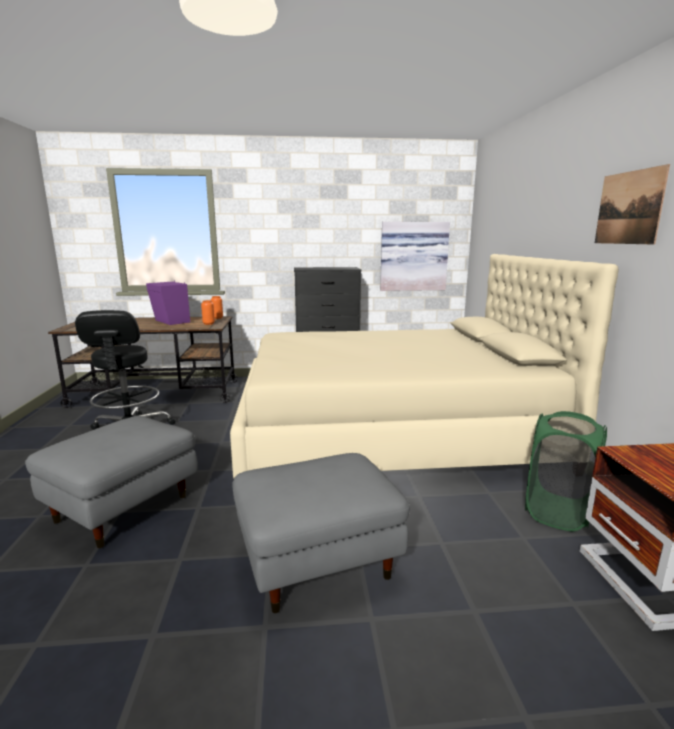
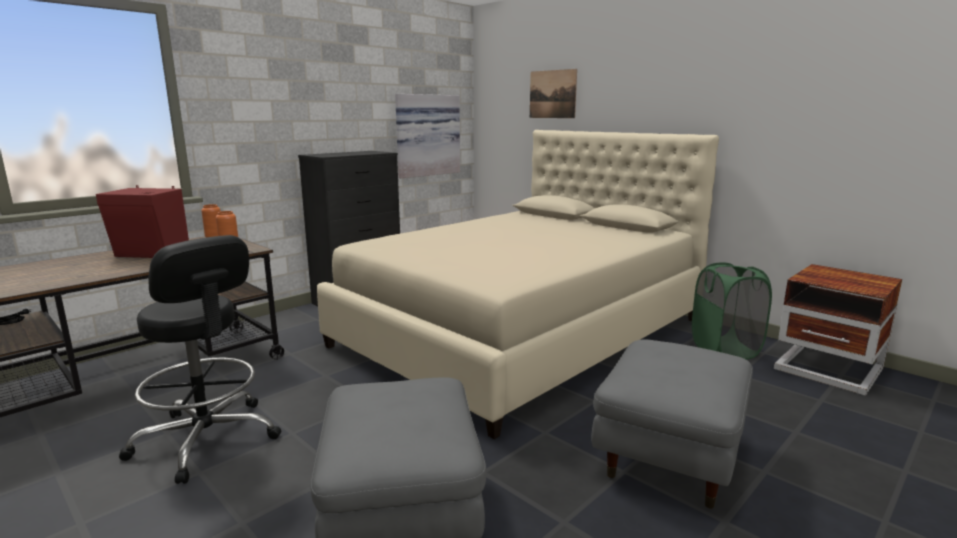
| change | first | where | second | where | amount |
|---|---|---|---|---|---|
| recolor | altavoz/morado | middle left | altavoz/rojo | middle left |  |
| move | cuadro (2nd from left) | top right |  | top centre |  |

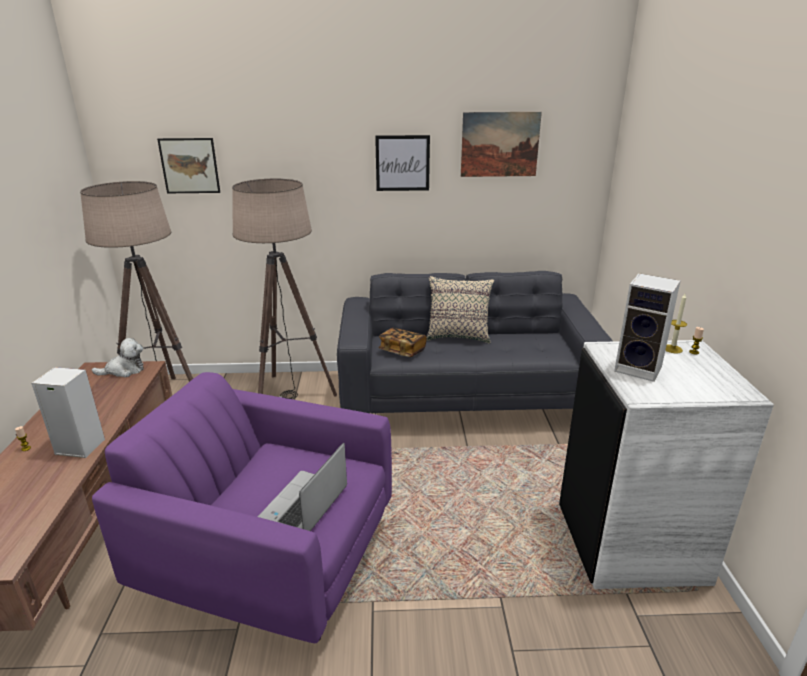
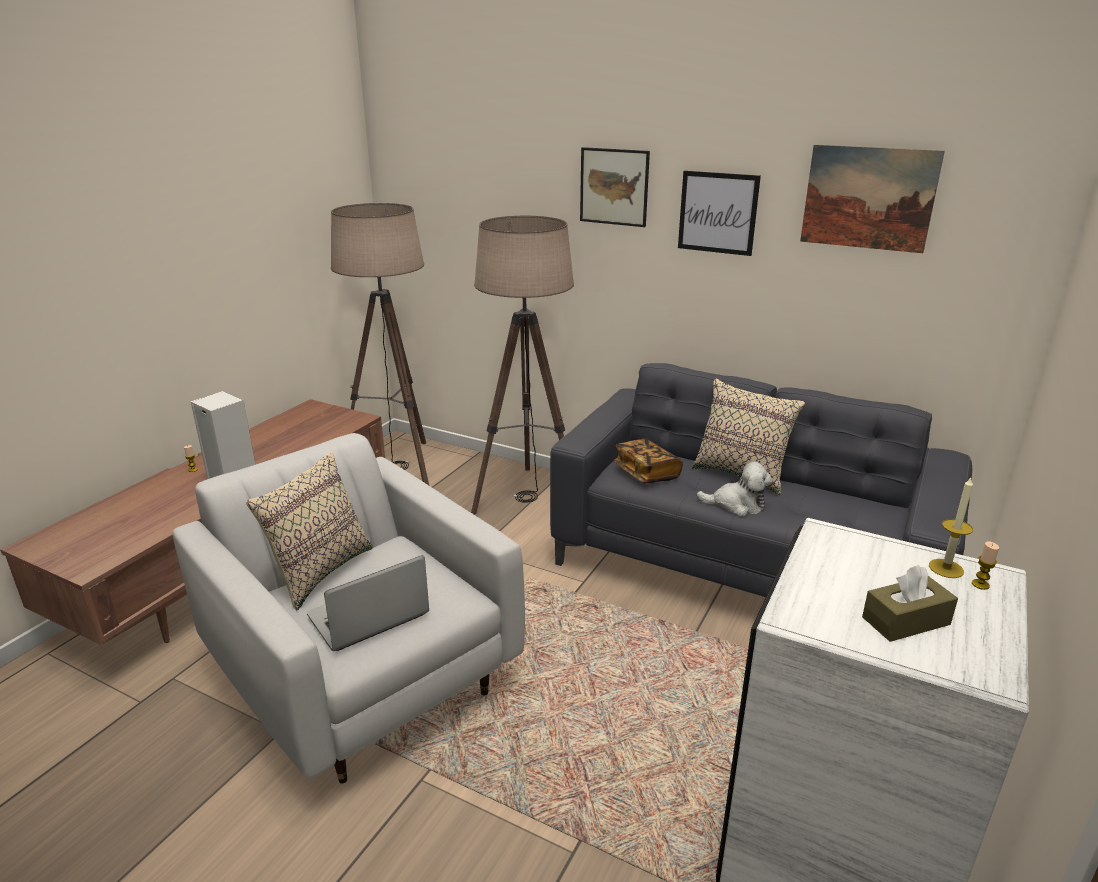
| change | first | where | second | where | amount |
|---|---|---|---|---|---|
| recolor | sillón/morado | bottom left | sillón/blanco | bottom left |  |
| insert |  |  | cojín/beis (1st from left) | middle left |  |
| move | cuadro (1st from left) | top left |  | top centre |  |
| move | peluche | middle left |  | middle right |  |
| insert |  |  | caja de pañuelos/marrón | bottom right |  |
| delete | altavoz (2nd from left) | middle right |  |  |  |

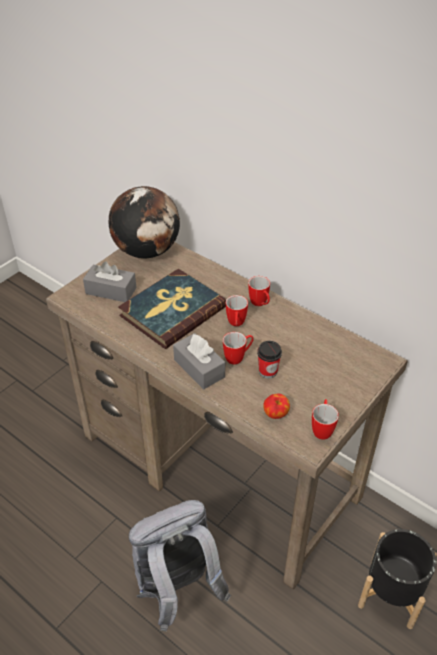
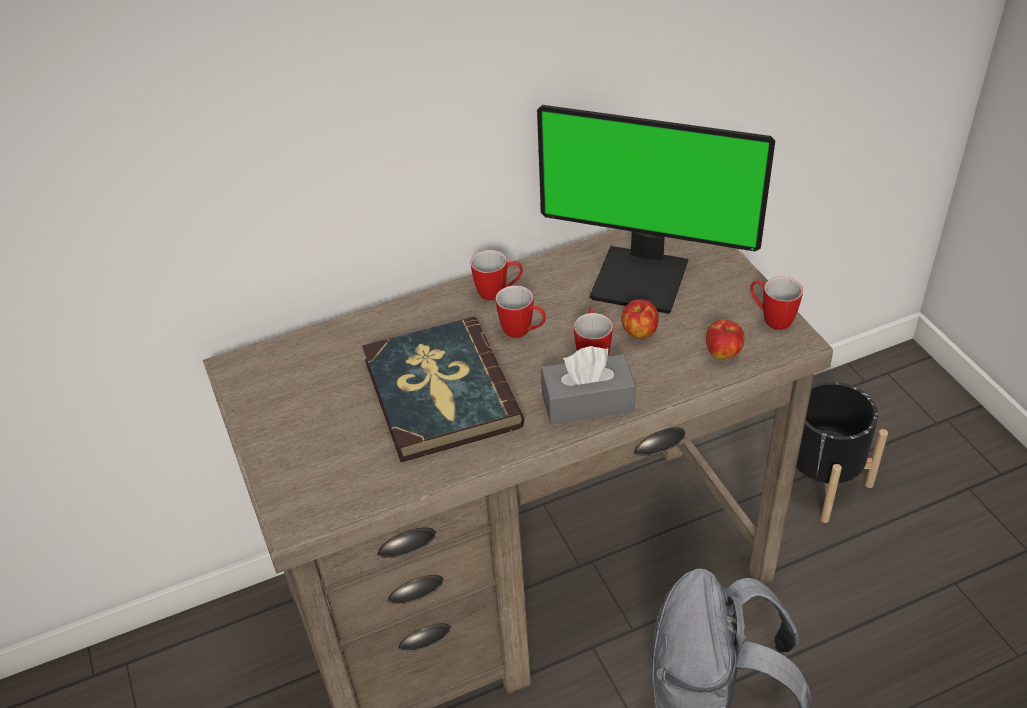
| change | first | where | second | where | amount |
|---|---|---|---|---|---|
| insert |  |  | monitor | top centre |  |
| replace | taza | centre | manzana (1st from left) | centre |  |
| delete | caja de pañuelos/gris (1st from left) | middle left |  |  |  |
| delete | globo terráqueo | middle left |  |  |  |

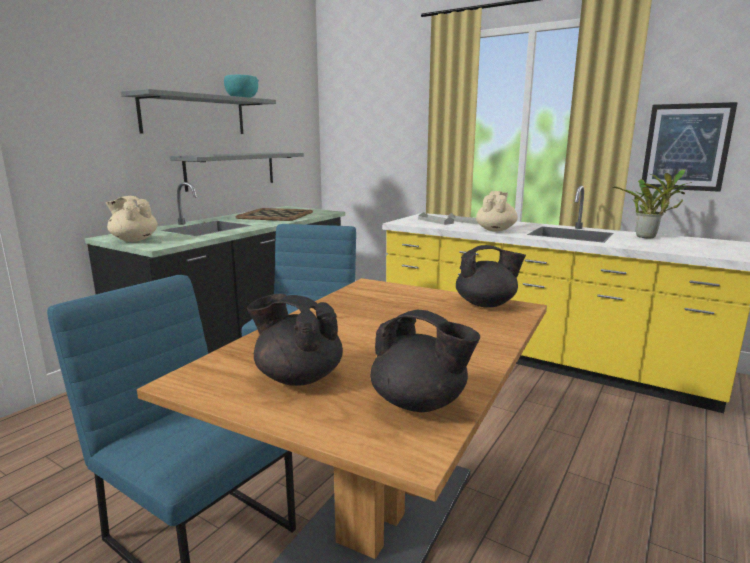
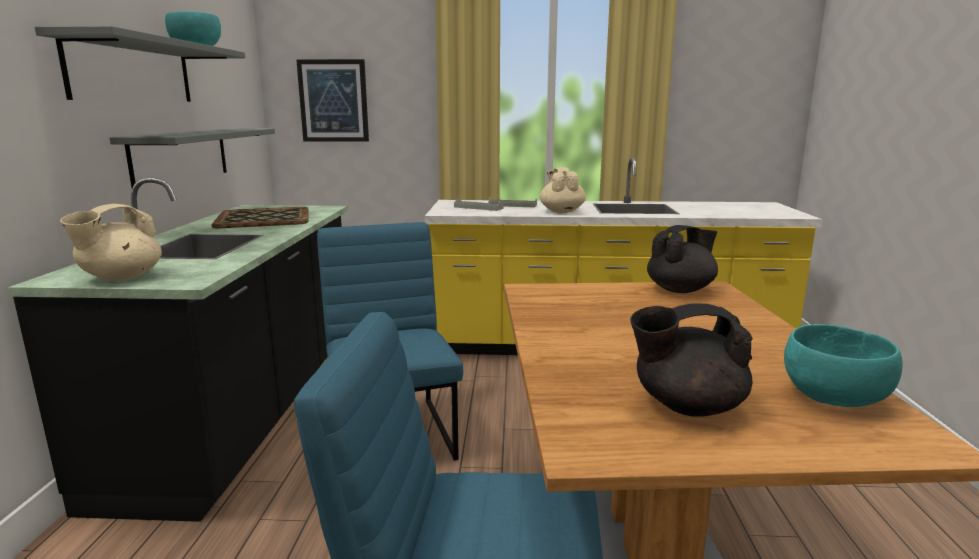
| change | first | where | second | where | amount |
|---|---|---|---|---|---|
| rotate | tetera/beis (1st from left) | middle left |  | middle left | 60 degrees counterclockwise |
| move | cuadro | top right |  | top centre |  |
| replace | tetera/negro (2nd from left) | centre | cuenco/turquesa (2nd from left) | middle right |  |
| delete | planta en maceta | middle right |  |  |  |

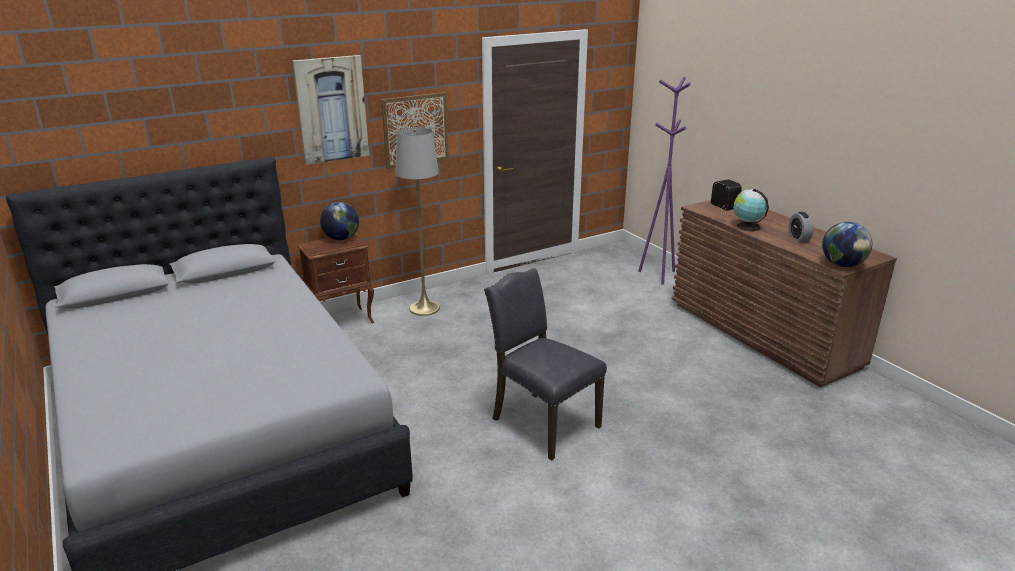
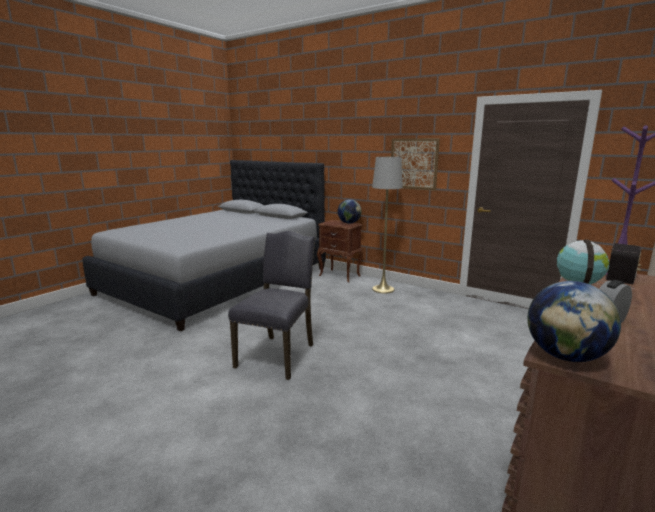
| change | first | where | second | where | amount |
|---|---|---|---|---|---|
| delete | cuadro (1st from left) | top left |  |  |  |

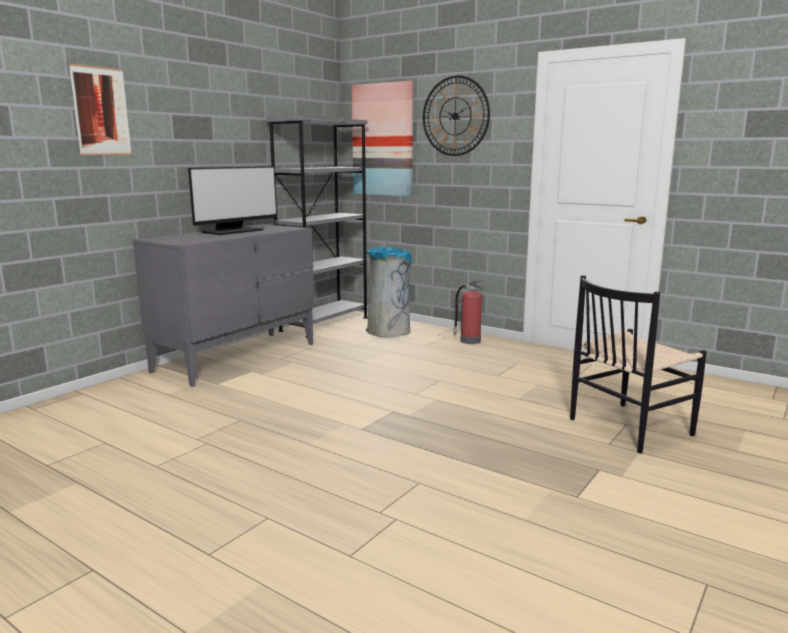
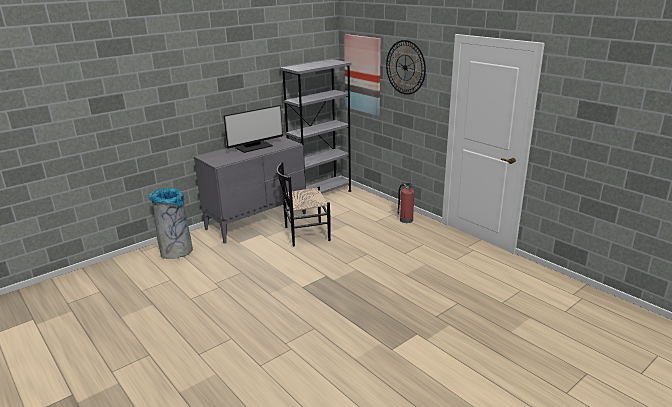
| change | first | where | second | where | amount |
|---|---|---|---|---|---|
| move | papelera/gris | centre |  | middle left |  |
| move | silla/negro | middle right |  | centre |  |
| delete | cuadro (1st from left) | top left |  |  |  |

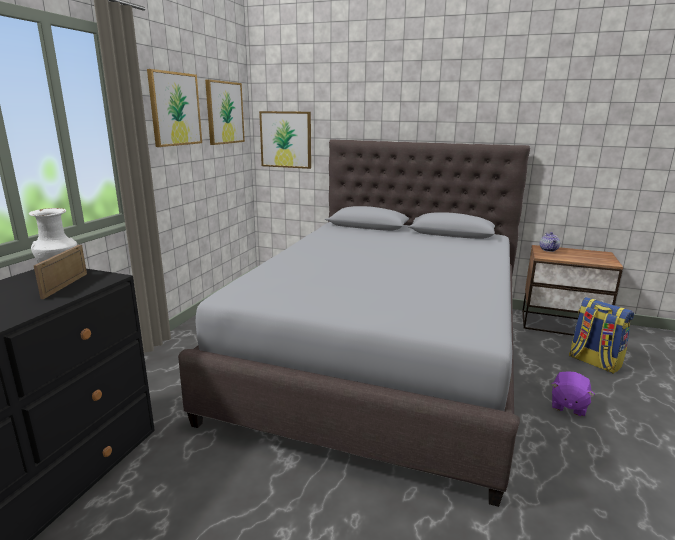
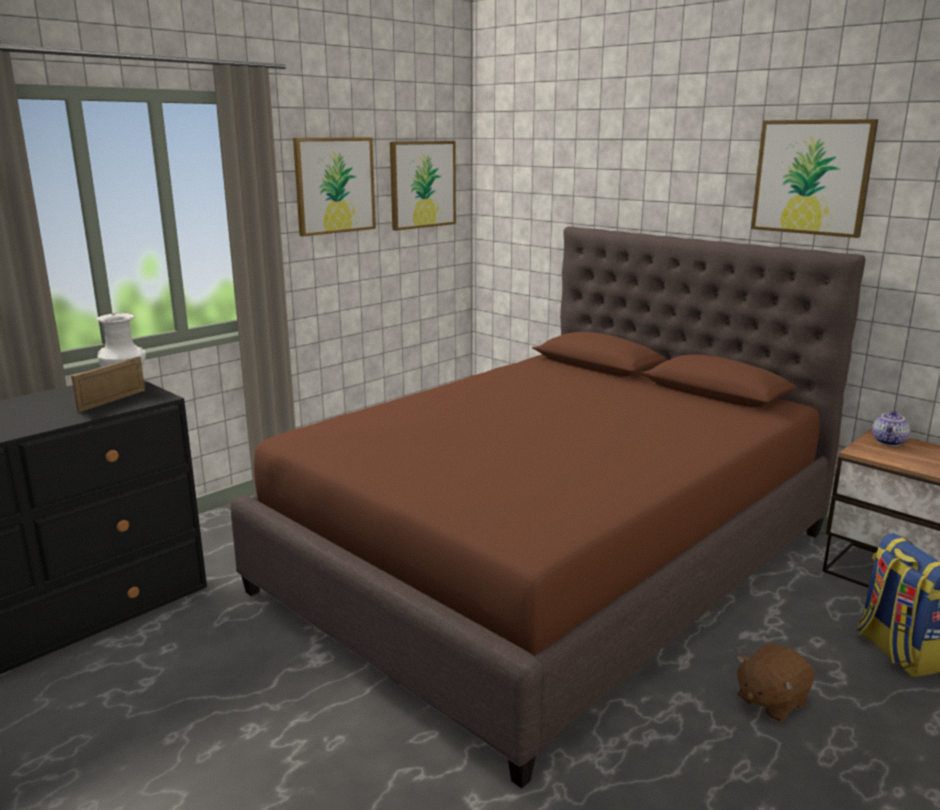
| change | first | where | second | where | amount |
|---|---|---|---|---|---|
| recolor | cama/gris | centre | cama/marrón | centre |  |
| recolor | peluche/morado | bottom right | peluche/marrón | bottom right |  |
| move | cuadro (3rd from left) | top centre |  | top right |  |

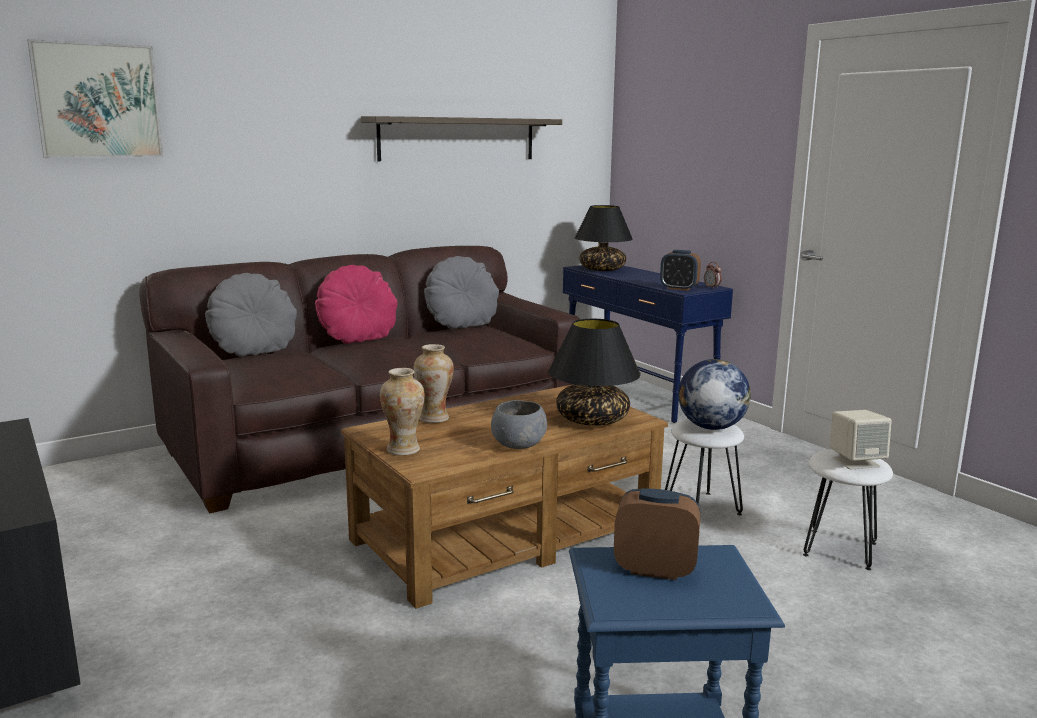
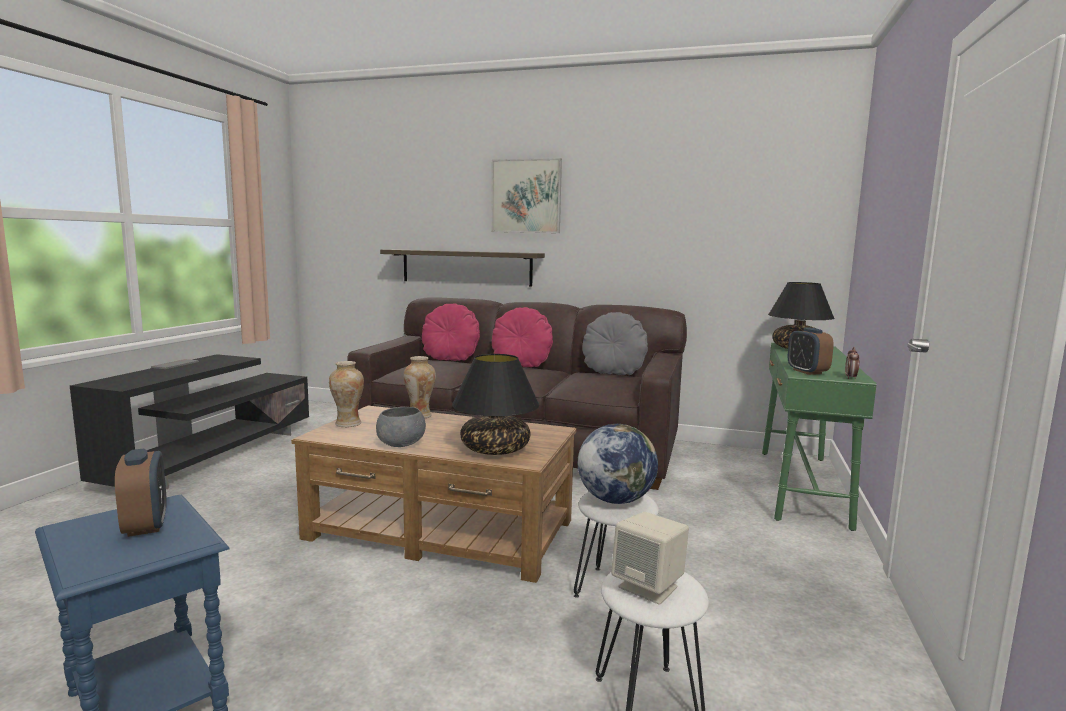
| change | first | where | second | where | amount |
|---|---|---|---|---|---|
| move | estante | top centre |  | centre |  |
| recolor | cojín/gris (1st from left) | middle left | cojín/rosa (1st from left) | centre |  |
| move | cuadro | top left |  | top centre |  |
| recolor | mesa consola/azul | centre | mesa consola/verde | middle right |  |

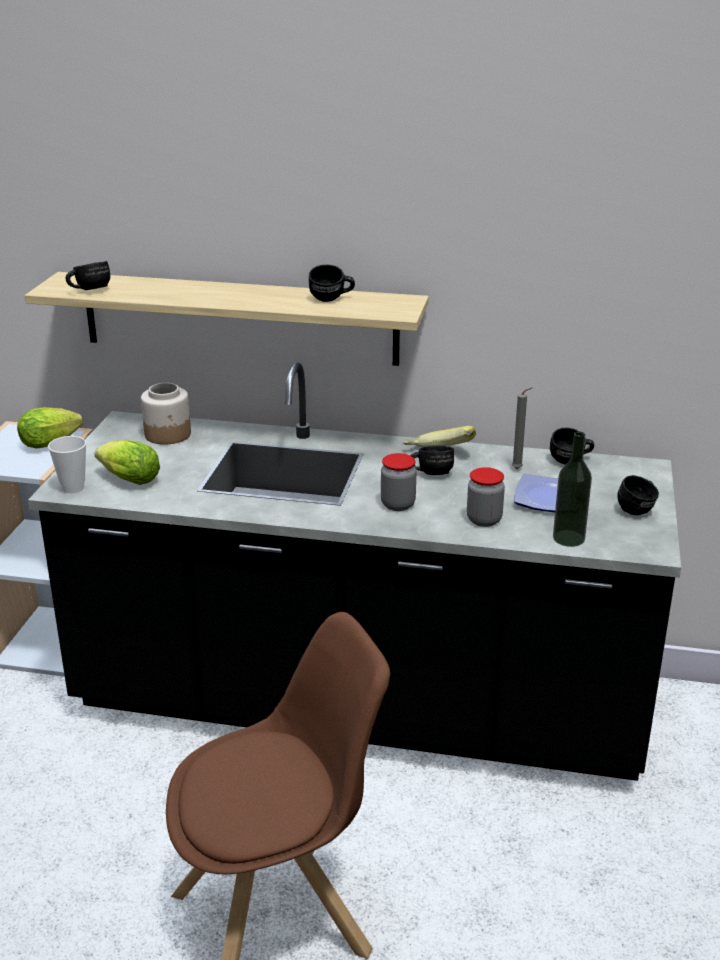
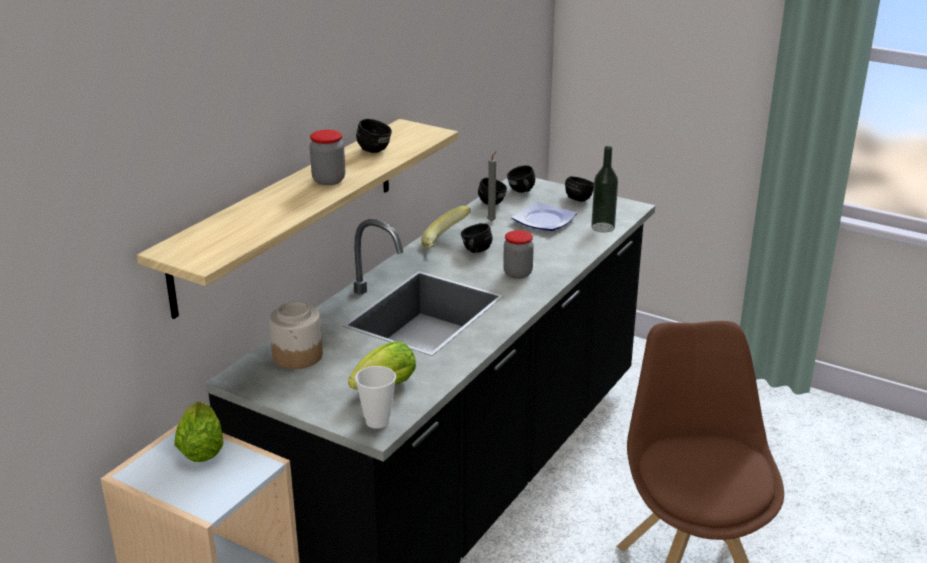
| change | first | where | second | where | amount |
|---|---|---|---|---|---|
| move | tarro (3rd from left in the first image) | middle right | tarro (2nd from left) | top centre |  |
| move | taza grande/negro (1st from left in the first image) | top left | taza grande/negro (4th from left) | top centre |  |

